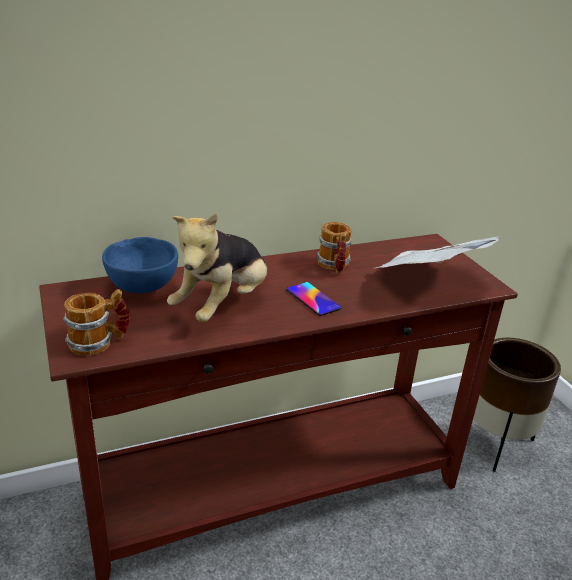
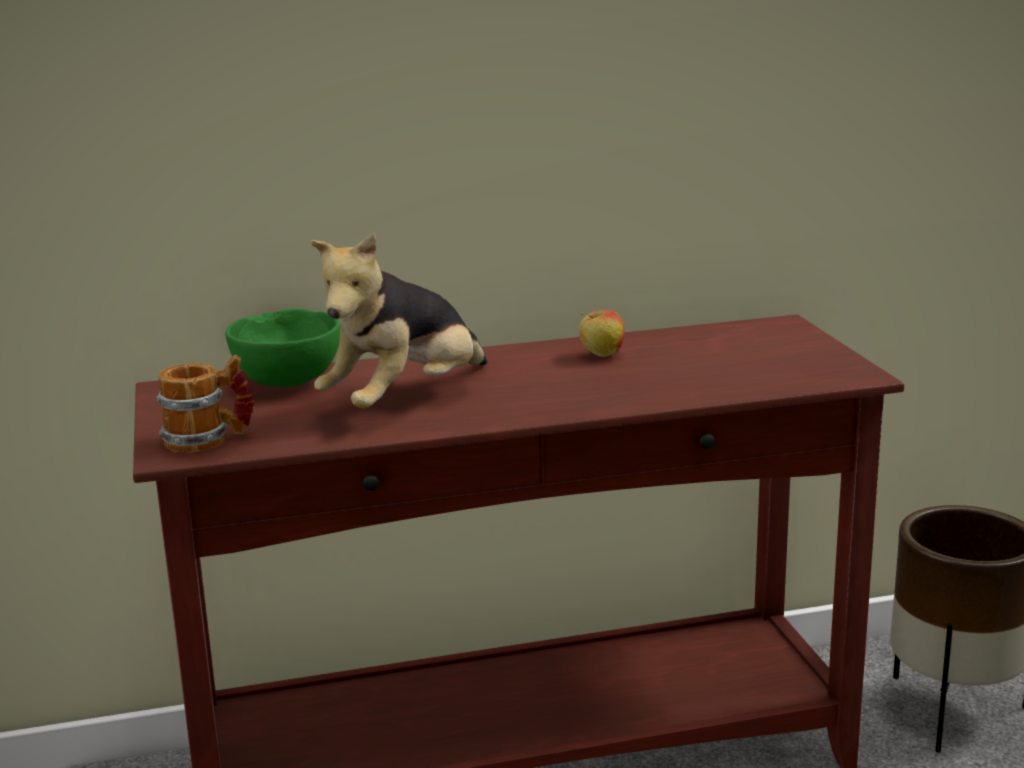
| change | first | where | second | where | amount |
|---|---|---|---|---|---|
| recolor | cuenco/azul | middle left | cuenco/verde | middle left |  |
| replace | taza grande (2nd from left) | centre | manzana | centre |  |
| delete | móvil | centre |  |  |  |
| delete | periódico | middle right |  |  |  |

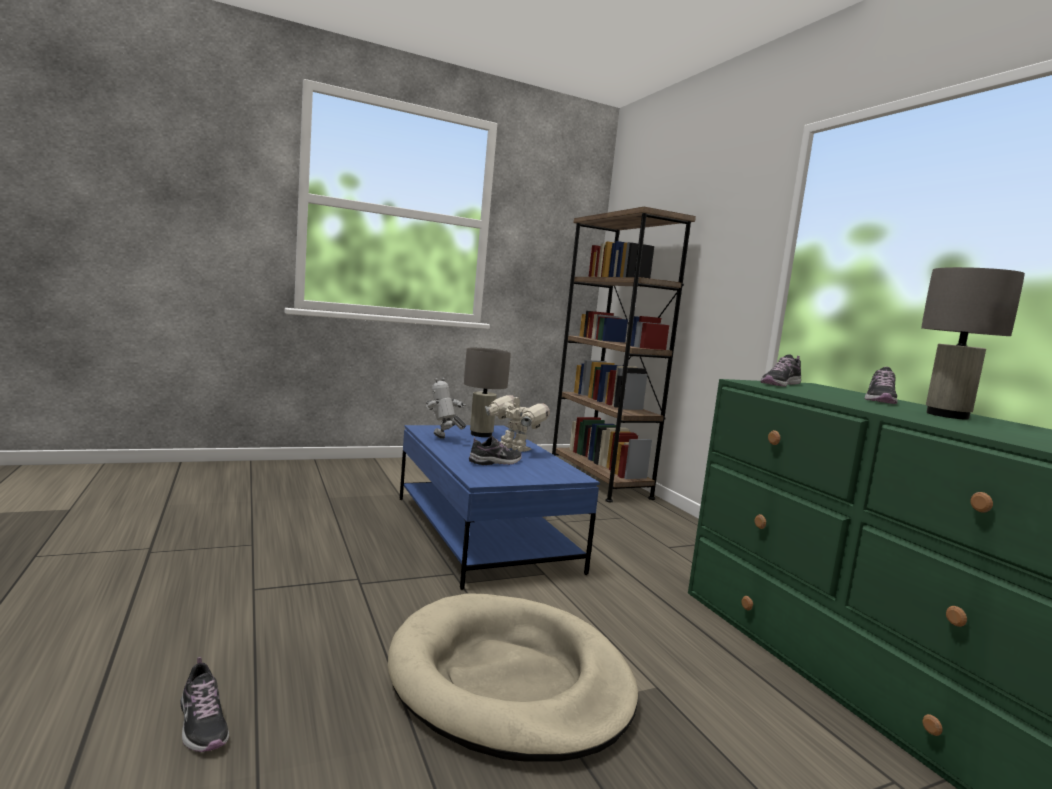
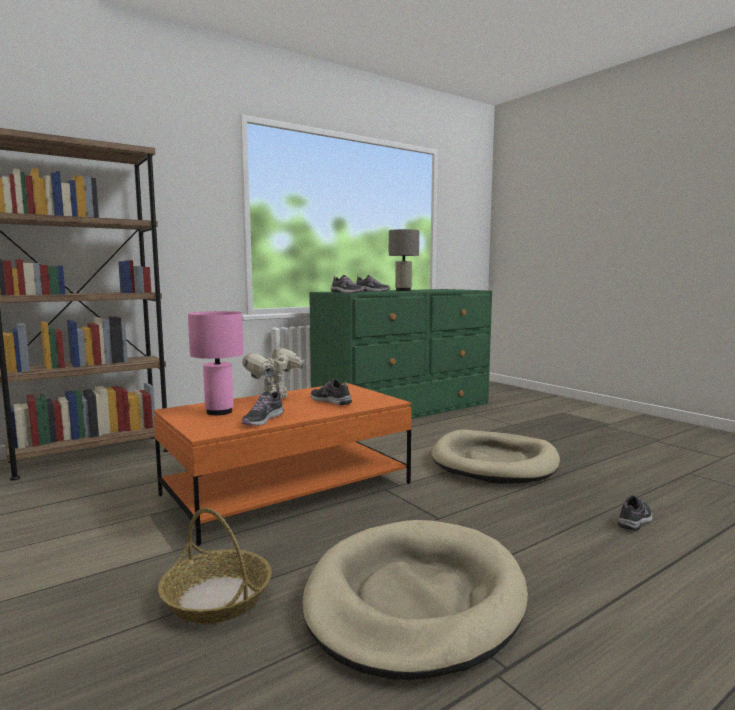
| change | first | where | second | where | amount |
|---|---|---|---|---|---|
| recolor | mesa de centro/azul | centre | mesa de centro/naranja | centre |  |
| insert |  |  | cesta | bottom left |  |
| recolor | lámpara de mesa/gris (1st from left) | centre | lámpara de mesa/rosa | middle left |  |
| replace | robot de juguete (1st from left) | centre | zapato (1st from left) | centre |  |
| insert |  |  | cama para perro/beis (1st from left) | bottom centre |  |

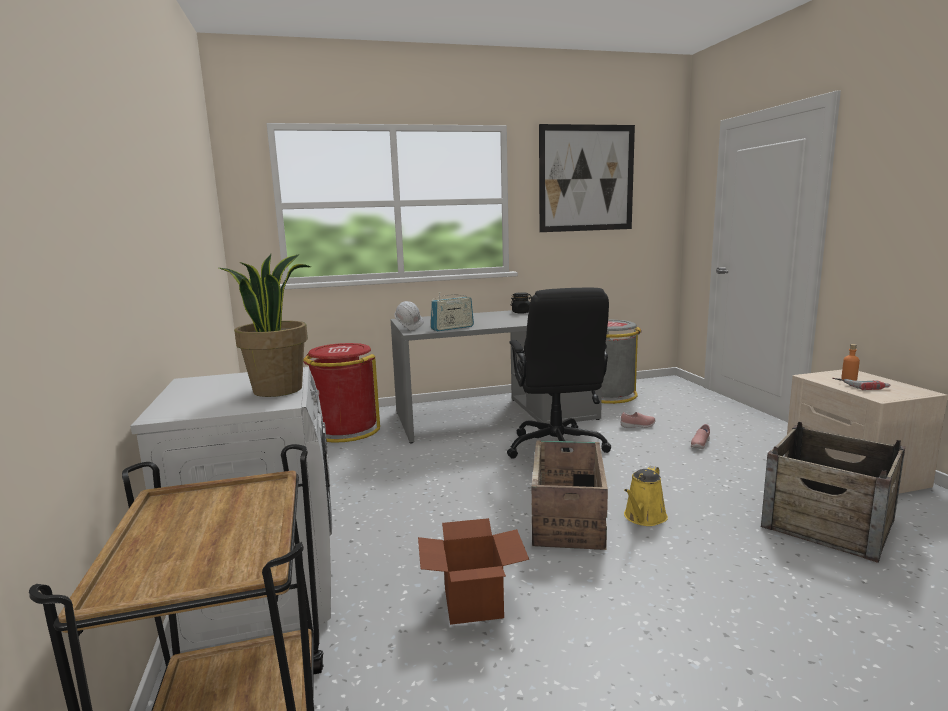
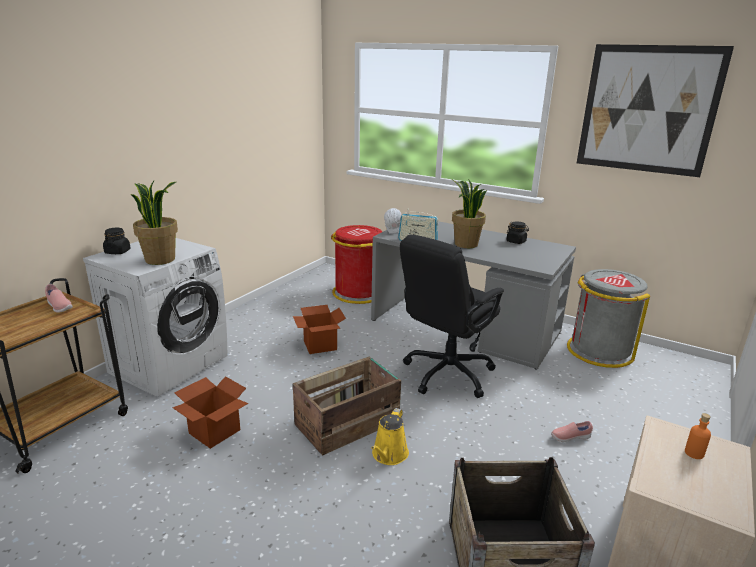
| change | first | where | second | where | amount |
|---|---|---|---|---|---|
| move | zapato/rosa (1st from left) | middle right |  | middle left |  |
| insert |  |  | tarro/negro (1st from left) | middle left |  |
| insert |  |  | caja de cartón (2nd from left) | centre |  |
| rotate | regadera/amarillo | bottom right |  | bottom centre | 60 degrees counterclockwise |
| insert |  |  | planta en maceta (2nd from left) | centre |  |
| delete | taladro | middle right |  |  |  |

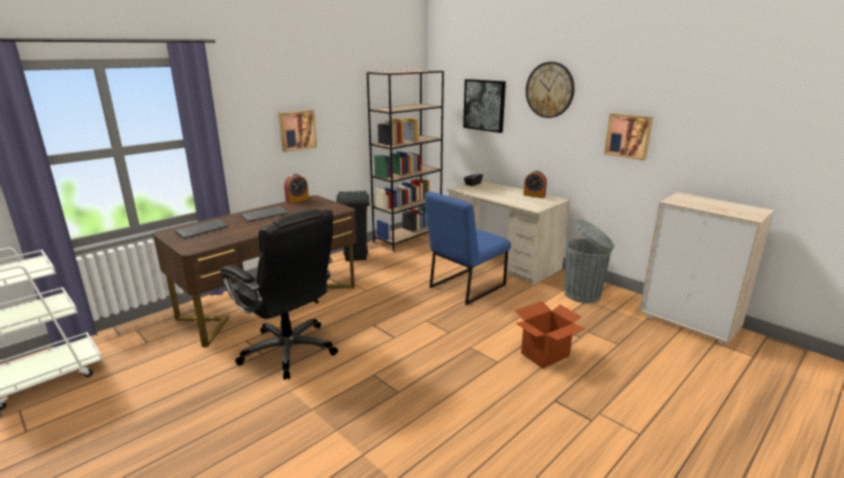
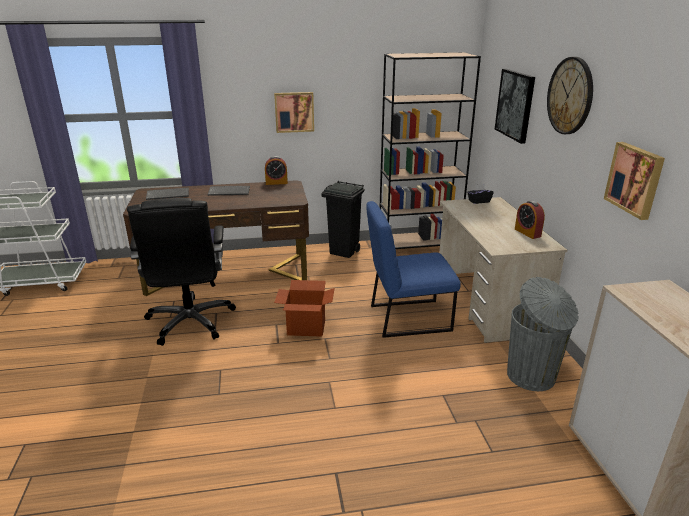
| change | first | where | second | where | amount |
|---|---|---|---|---|---|
| move | caja de cartón | bottom centre |  | centre |  |

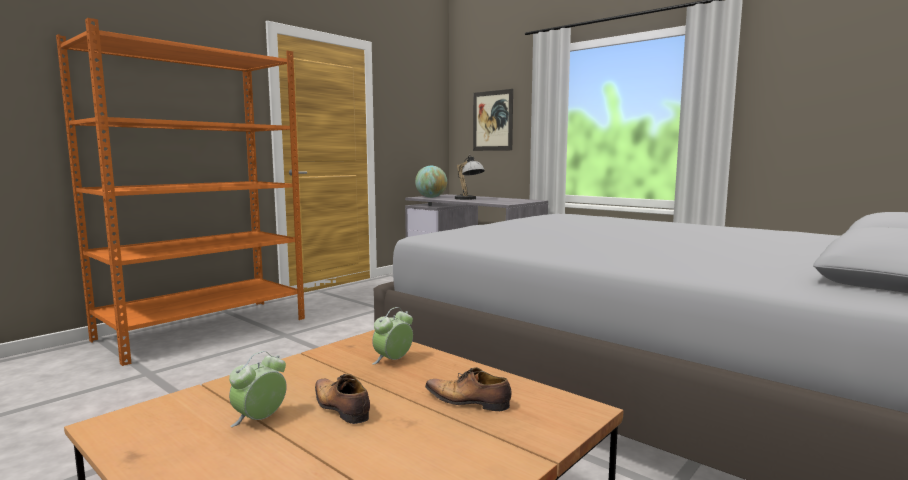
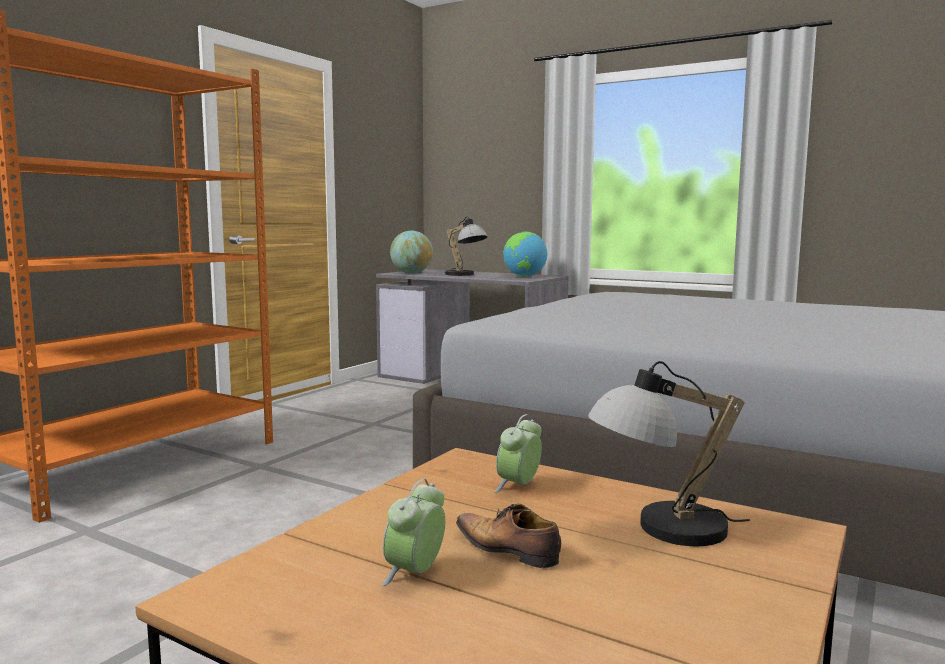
| change | first | where | second | where | amount |
|---|---|---|---|---|---|
| insert |  |  | globo terráqueo (2nd from left) | centre |  |
| replace | zapato (2nd from left) | bottom centre | lámpara de mesa (2nd from left) | bottom right |  |
| delete | cuadro | top centre |  |  |  |

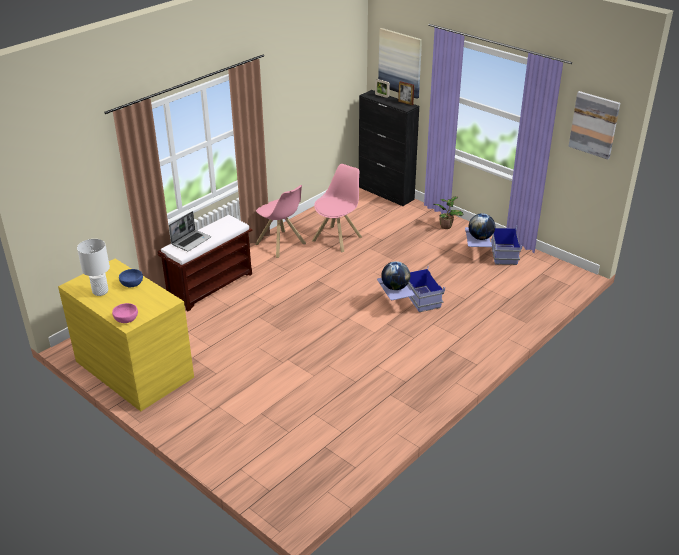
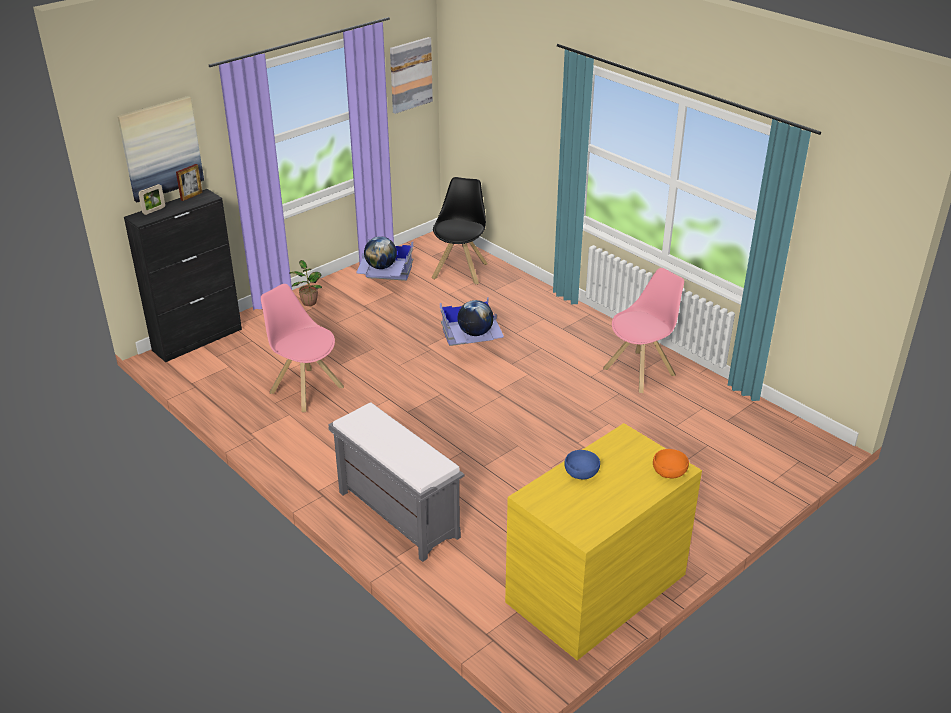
| change | first | where | second | where | amount |
|---|---|---|---|---|---|
| recolor | banco/marrón | middle left | banco/gris | bottom centre |  |
| insert |  |  | silla/negro | top centre |  |
| move | silla/rosa (1st from left in the first image) | centre | silla/rosa (2nd from left) | middle right |  |
| recolor | cuenco/rosa | middle left | cuenco/naranja | middle right |  |
| delete | lámpara de mesa/blanco | middle left |  |  |  |
| delete | portátil | middle left |  |  |  |

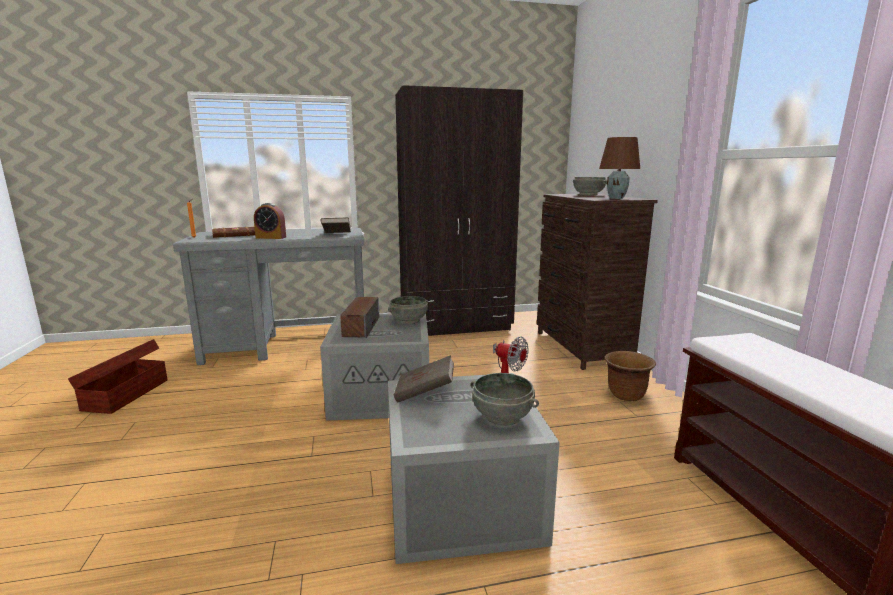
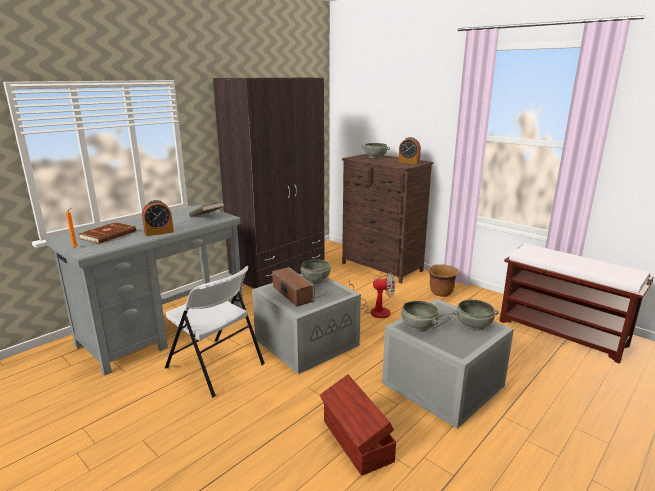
| change | first | where | second | where | amount |
|---|---|---|---|---|---|
| insert |  |  | silla/blanco | bottom left |  |
| move | caja de almacenaje/marrón | middle left |  | bottom centre |  |
| replace | lámpara de mesa/marrón | top right | despertador (2nd from left) | top centre |  |
| replace | libro/marrón (3rd from left) | centre | cuenco/gris (3rd from left) | centre |  |

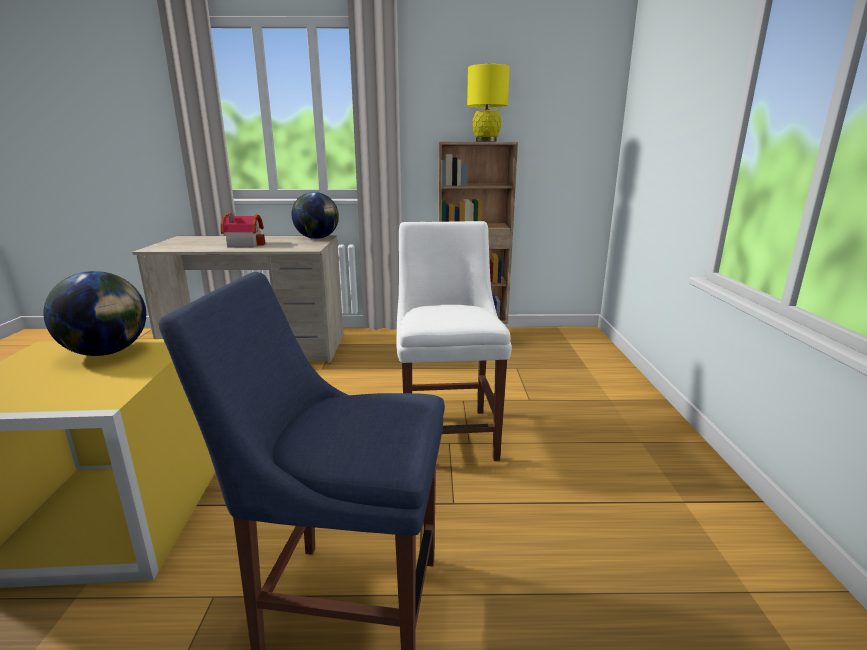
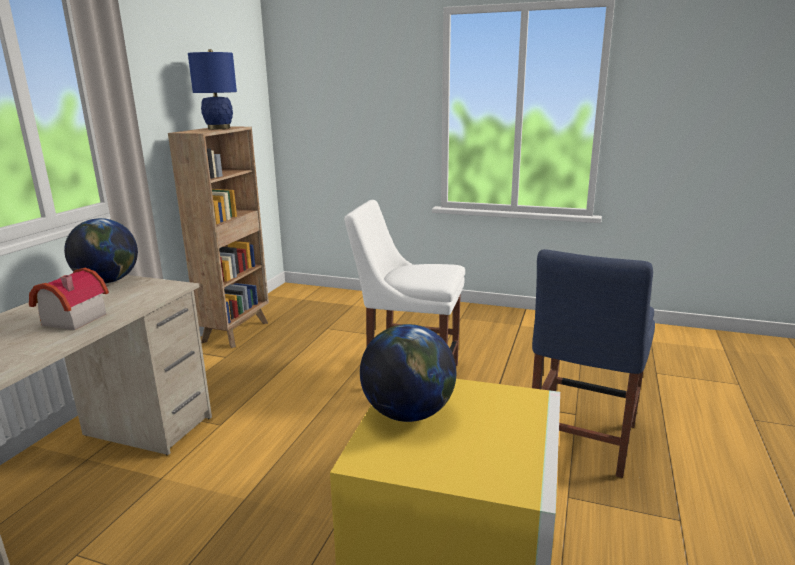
| change | first | where | second | where | amount |
|---|---|---|---|---|---|
| recolor | lámpara de mesa/amarillo | top centre | lámpara de mesa/azul | top left |  |

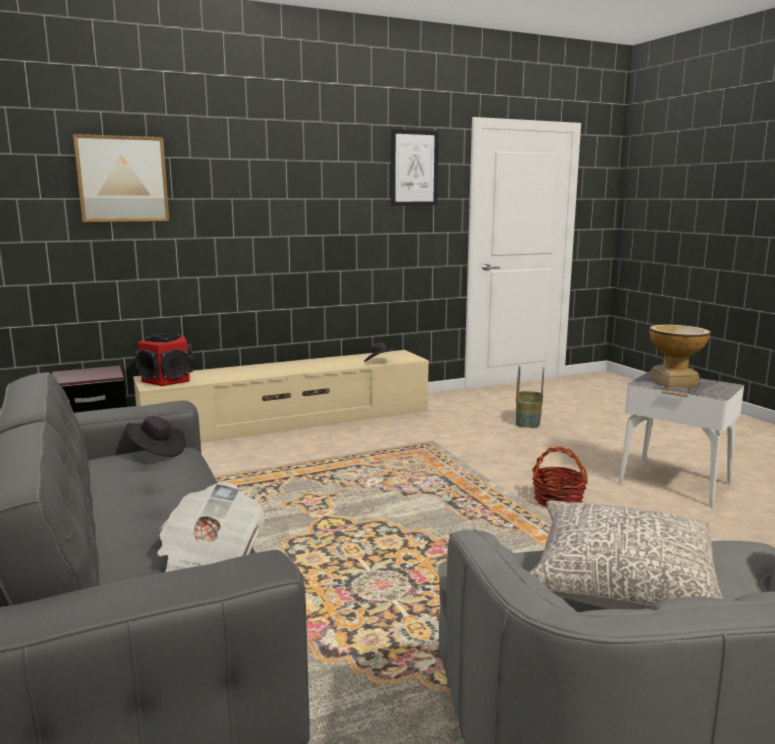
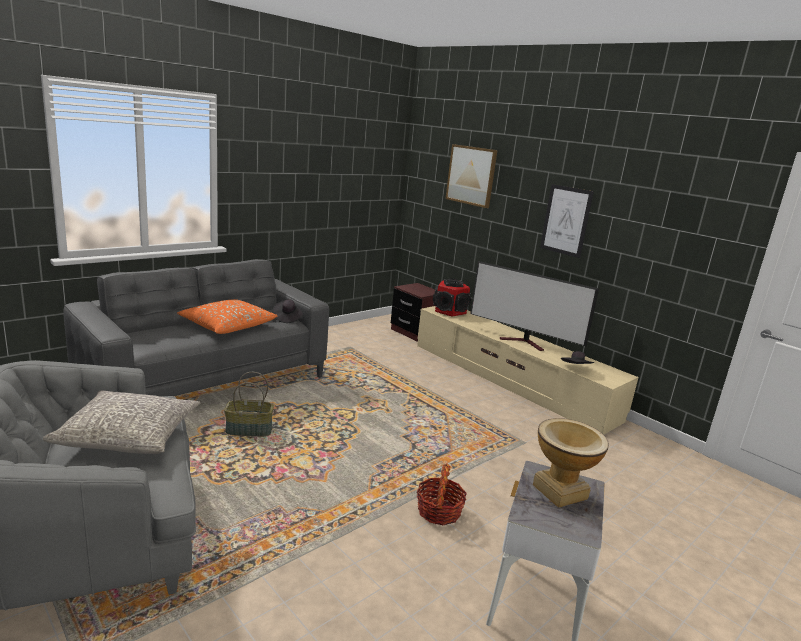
| change | first | where | second | where | amount |
|---|---|---|---|---|---|
| insert |  |  | cojín/naranja | middle left |  |
| move | cesta (1st from left) | middle right |  | middle left |  |
| insert |  |  | televisor | middle right |  |
| move | cuadro (2nd from left) | top centre |  | middle right |  |
| delete | periódico | bottom left |  |  |  |

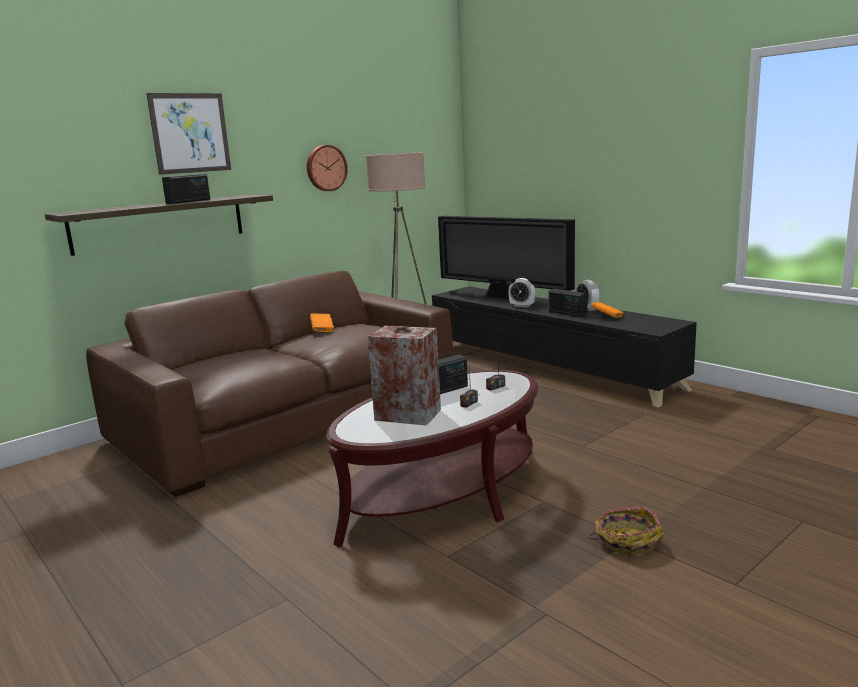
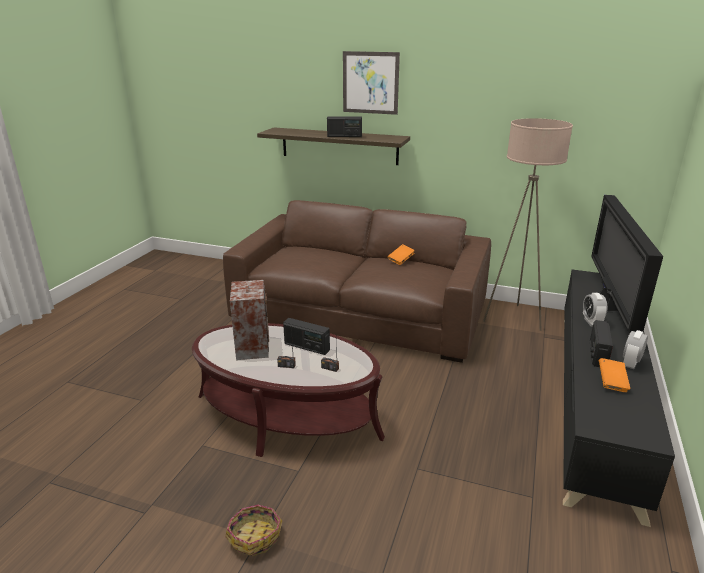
| change | first | where | second | where | amount |
|---|---|---|---|---|---|
| delete | reloj de pared | top centre |  |  |  |

